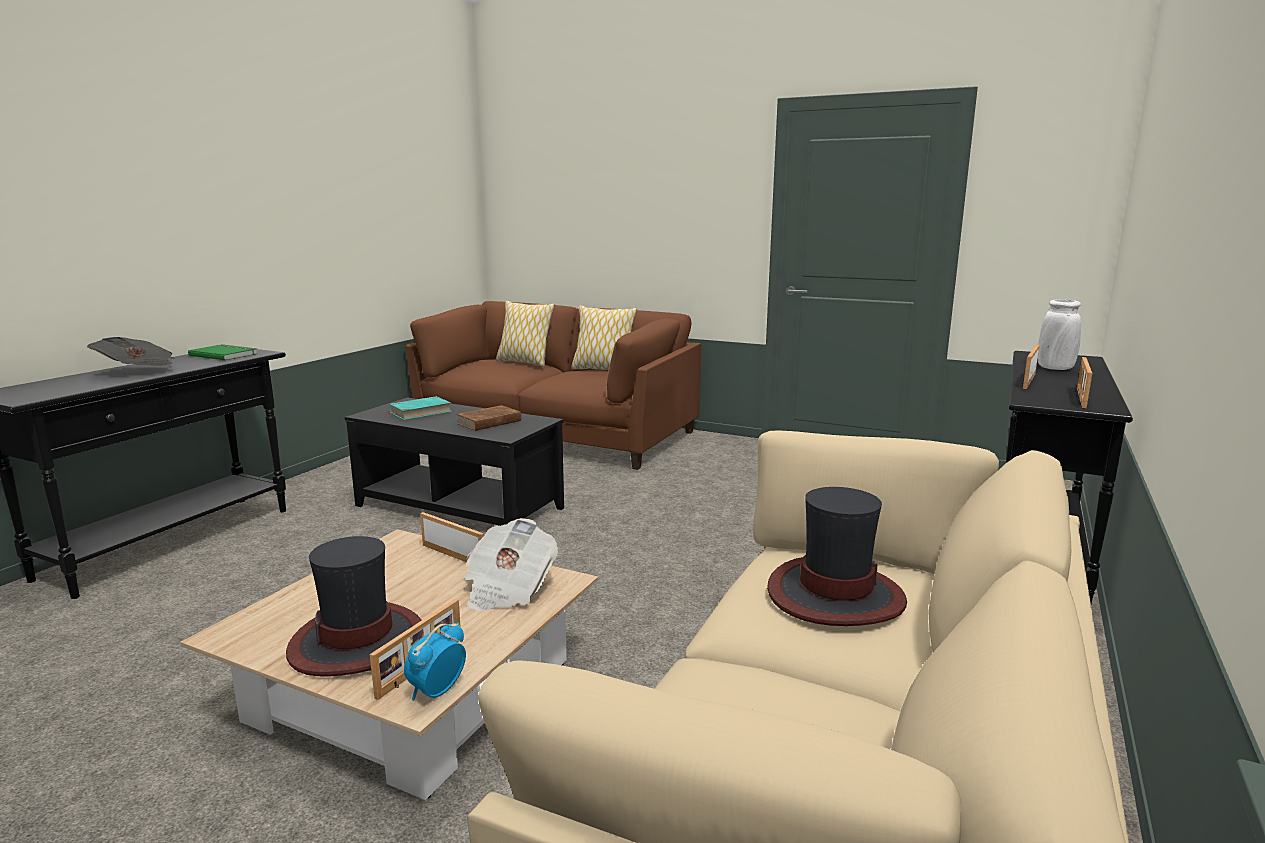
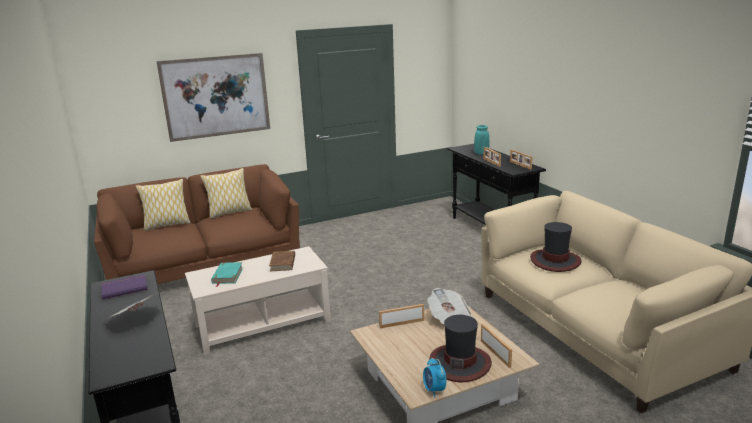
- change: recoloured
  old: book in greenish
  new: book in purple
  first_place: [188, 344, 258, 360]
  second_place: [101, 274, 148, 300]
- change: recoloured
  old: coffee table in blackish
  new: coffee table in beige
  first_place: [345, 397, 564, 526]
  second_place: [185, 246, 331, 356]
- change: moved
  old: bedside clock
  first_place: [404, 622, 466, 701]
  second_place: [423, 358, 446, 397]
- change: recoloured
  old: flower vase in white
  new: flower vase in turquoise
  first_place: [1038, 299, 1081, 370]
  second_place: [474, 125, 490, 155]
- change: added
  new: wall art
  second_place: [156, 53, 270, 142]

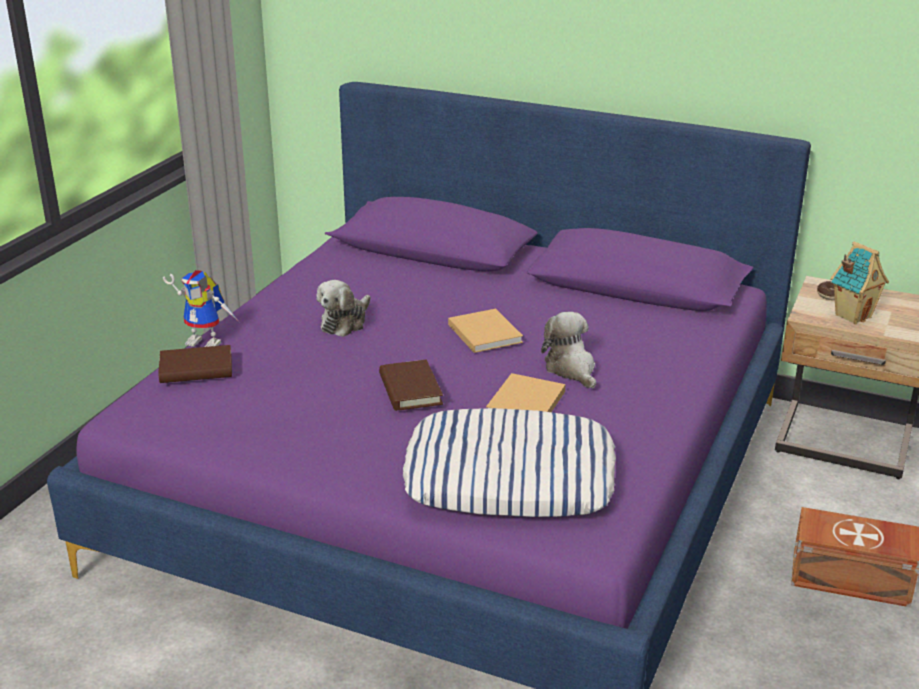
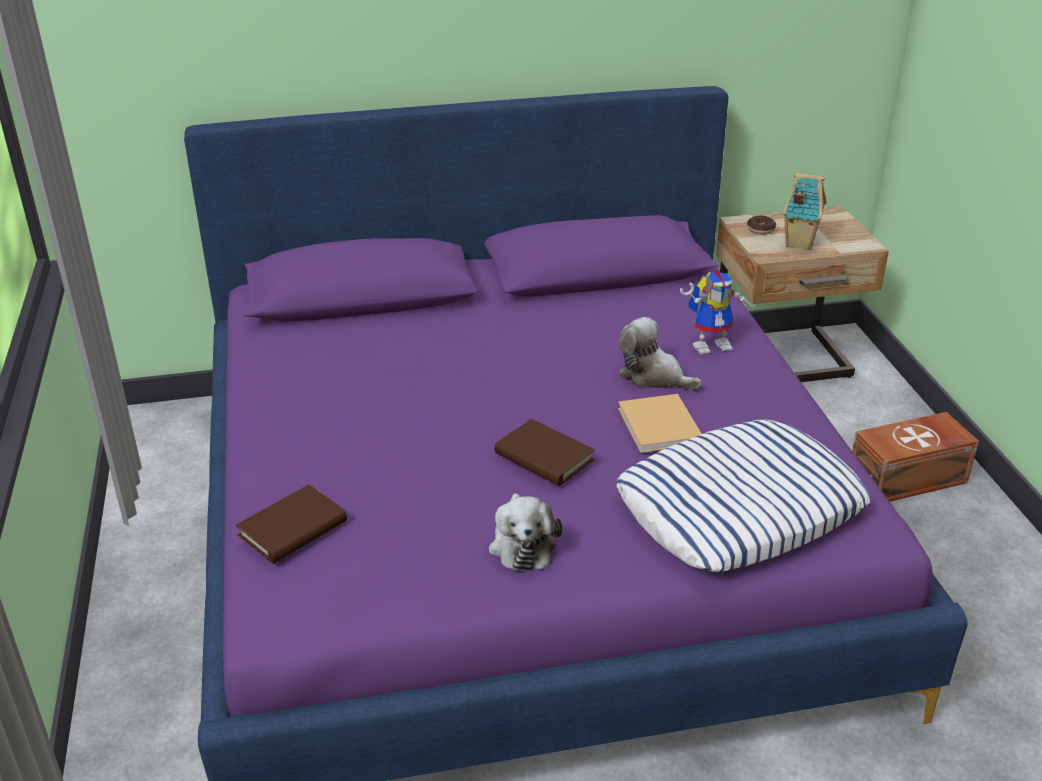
- change: moved
  old: model robot
  first_place: [163, 270, 239, 347]
  second_place: [680, 271, 757, 355]
- change: moved
  old: plush toy
  first_place: [316, 280, 370, 337]
  second_place: [489, 493, 562, 572]
- change: removed
  old: book in beige
  first_place: [448, 309, 523, 353]

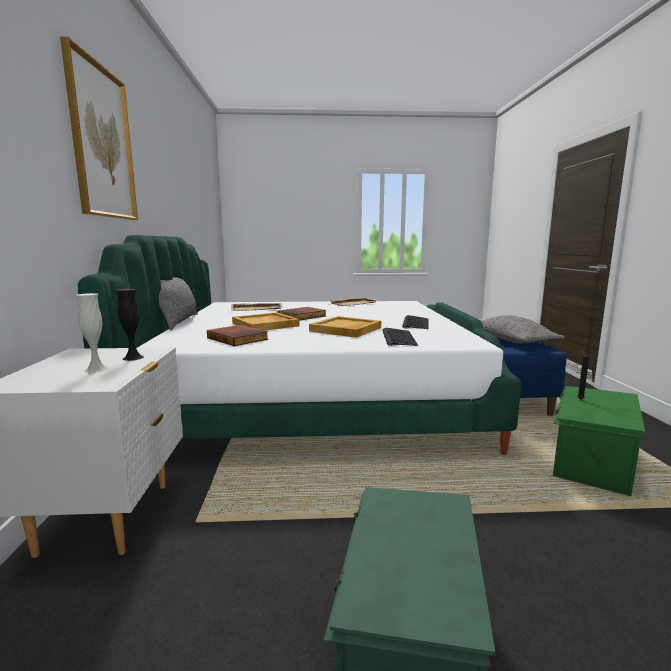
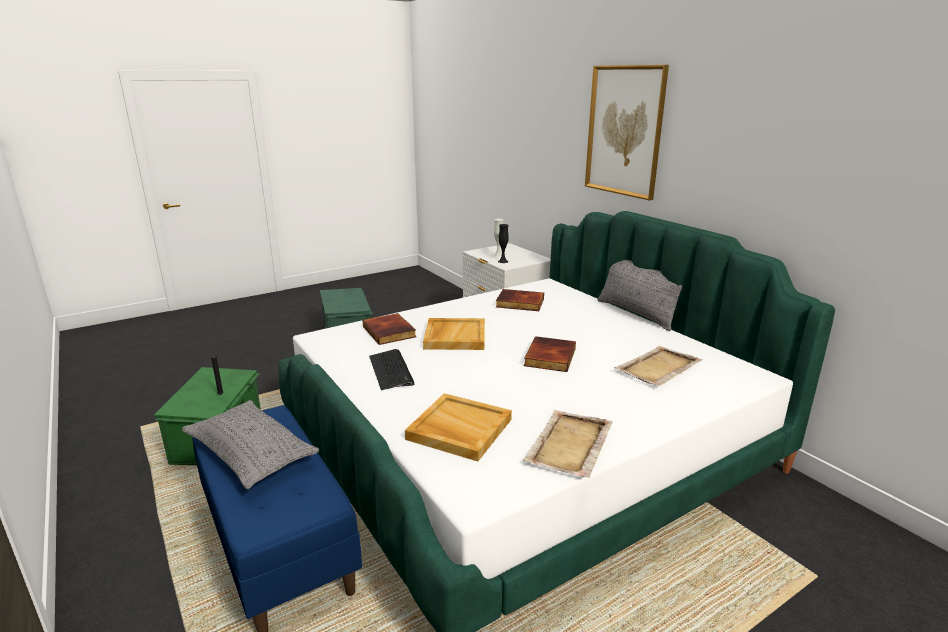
- change: moved
  old: carrying tray in beige
  first_place: [232, 312, 300, 331]
  second_place: [405, 393, 512, 461]
- change: replaced
  old: computer keyboard
  new: book
  first_place: [382, 328, 418, 346]
  second_place: [363, 313, 416, 345]

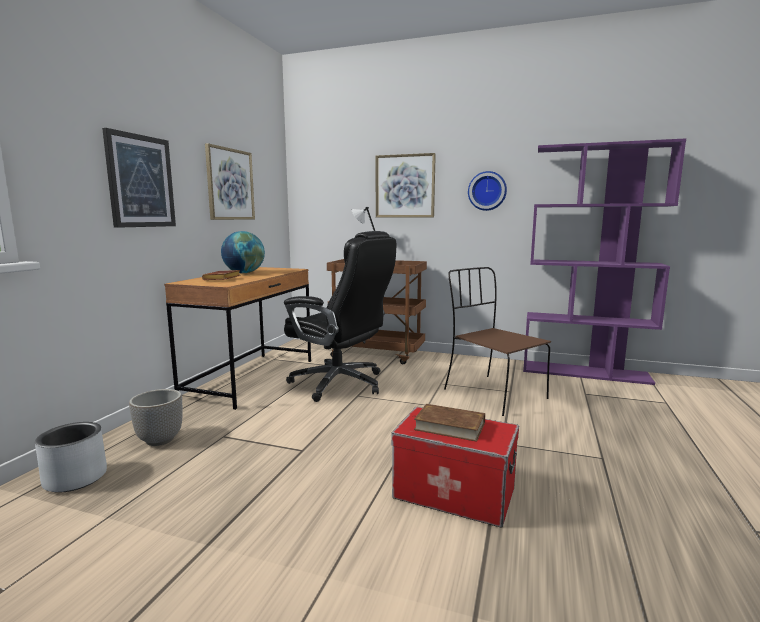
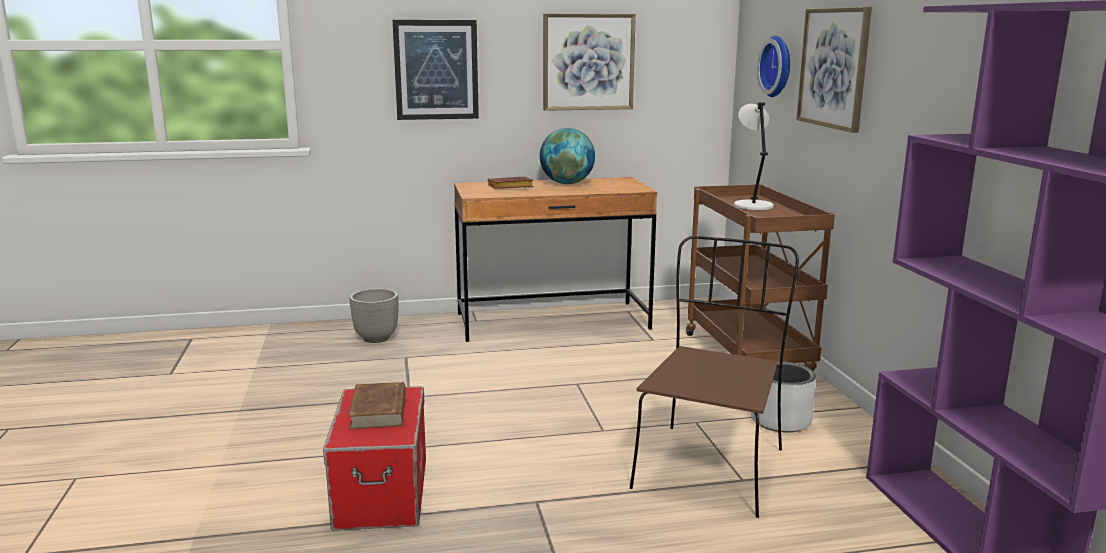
- change: moved
  old: plant pot in gray
  first_place: [35, 422, 107, 493]
  second_place: [751, 361, 816, 432]
- change: removed
  old: computer chair in blackish
  first_place: [284, 231, 396, 402]
- change: moved
  old: wall clock
  first_place: [468, 171, 507, 211]
  second_place: [757, 36, 790, 97]

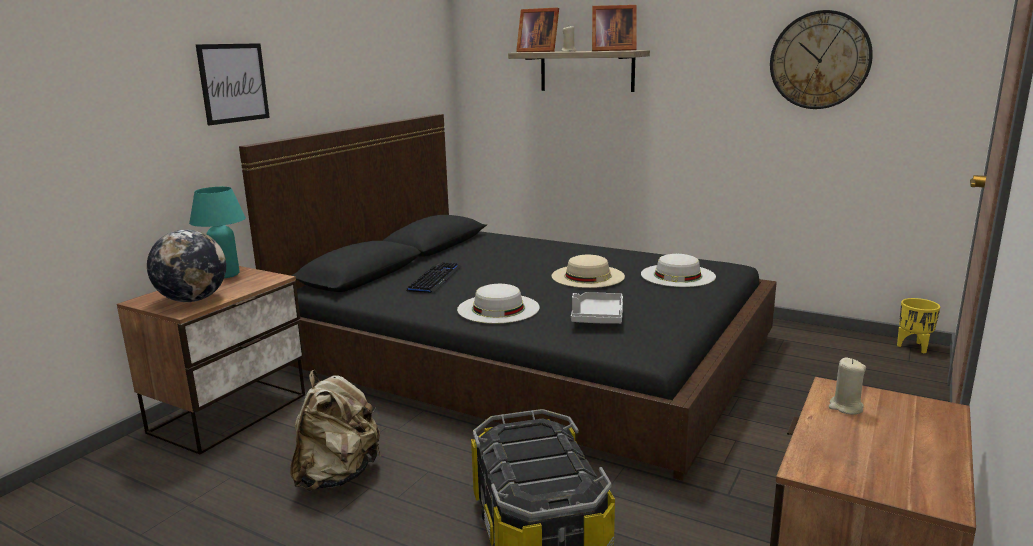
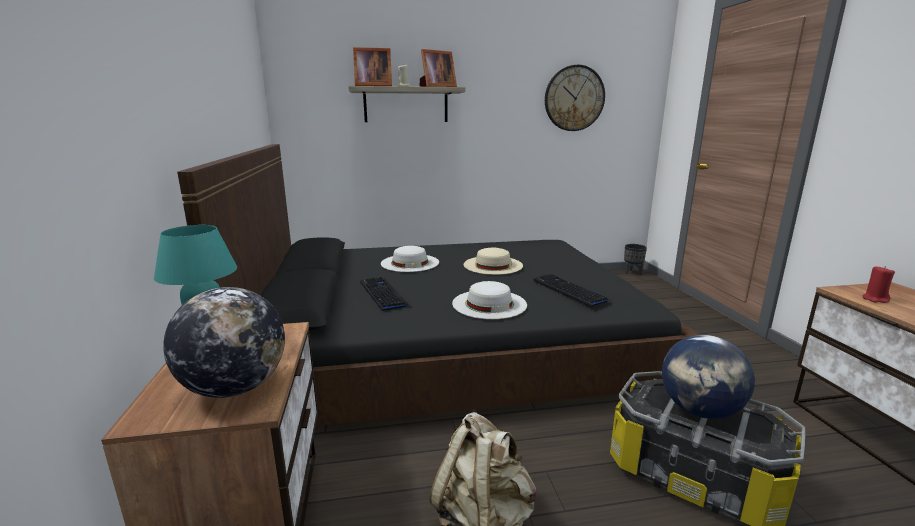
- change: removed
  old: wall art
  first_place: [196, 43, 270, 125]
- change: replaced
  old: carrying tray in gray
  new: computer keyboard
  first_place: [571, 292, 623, 324]
  second_place: [533, 274, 610, 307]
- change: moved
  old: clothing hat in white
  first_place: [641, 254, 716, 287]
  second_place: [381, 246, 439, 272]
- change: recoloured
  old: wax light in beige
  new: wax light in red
  first_place: [829, 357, 866, 414]
  second_place: [862, 266, 895, 303]
- change: recoloured
  old: plant pot in yellow
  new: plant pot in blackish
  first_place: [897, 298, 940, 353]
  second_place: [624, 244, 647, 275]
- change: added
  new: world globe
  second_place: [662, 335, 755, 419]

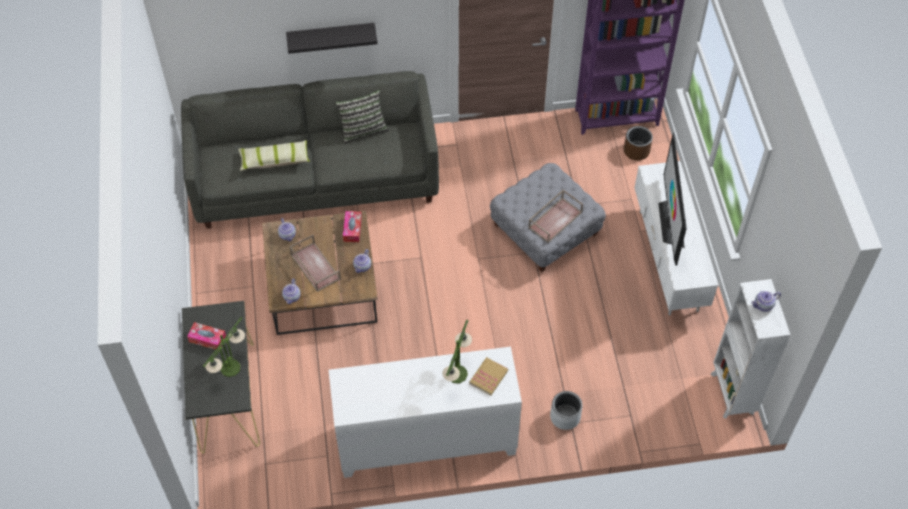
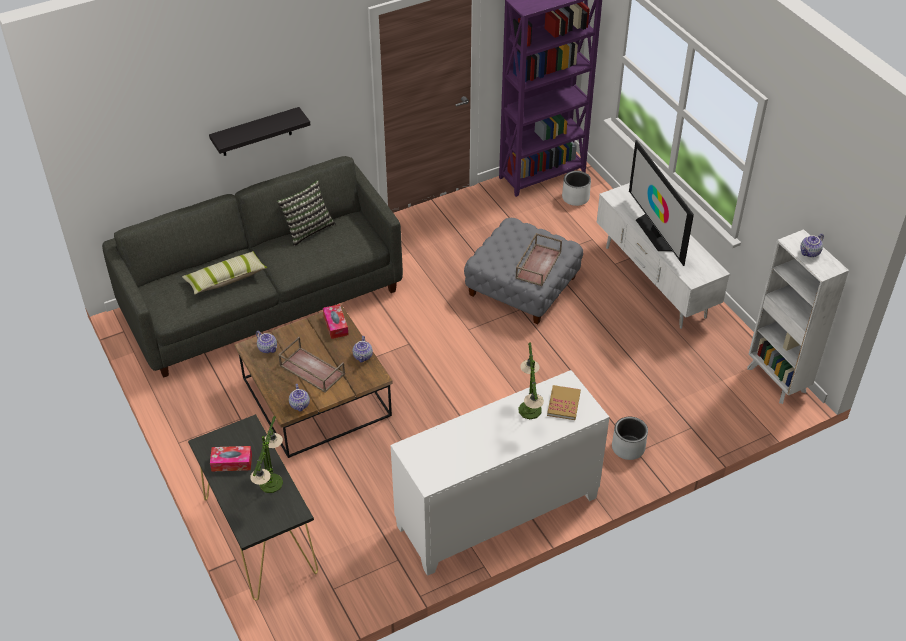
- change: recoloured
  old: plant pot in brown-coloured
  new: plant pot in white
  first_place: [624, 126, 653, 160]
  second_place: [562, 171, 591, 206]

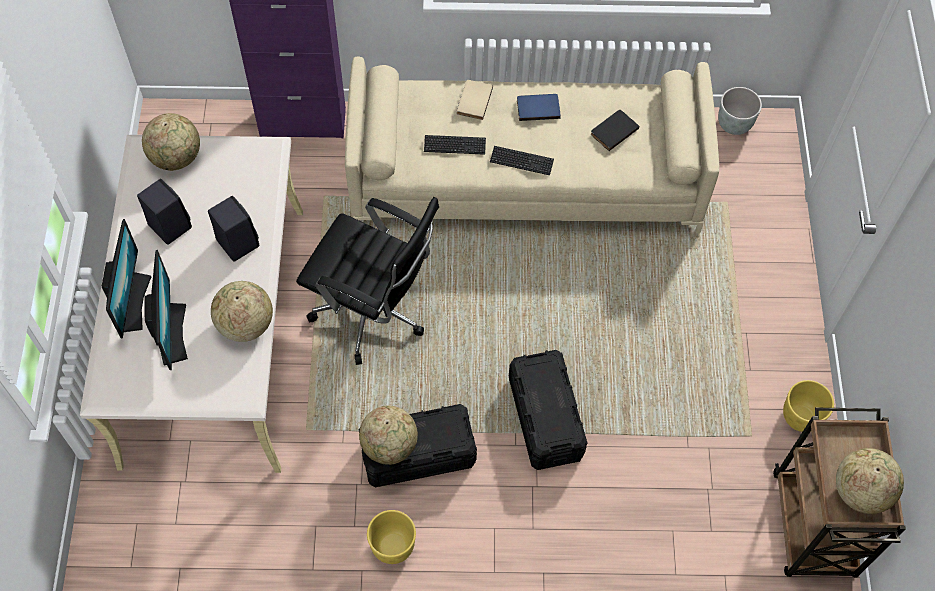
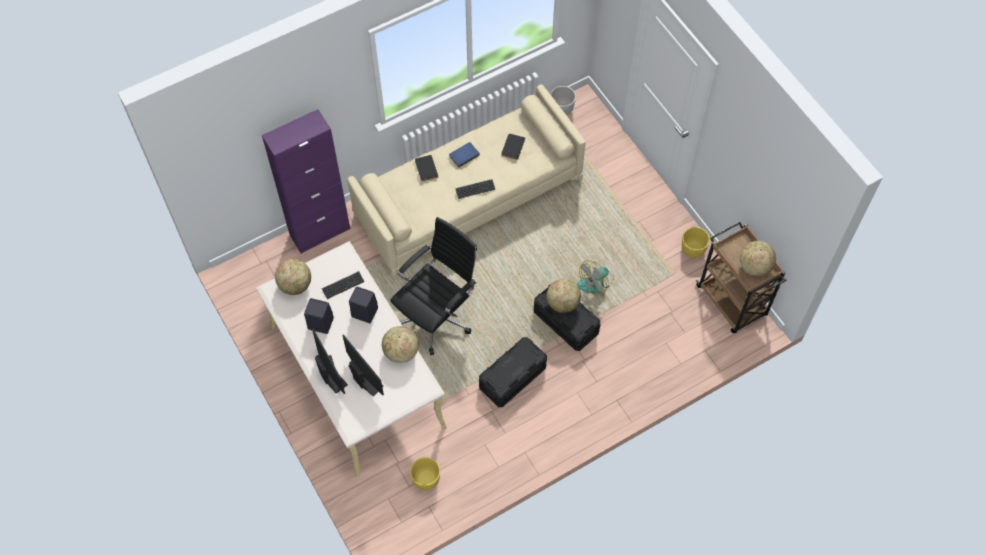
- change: turned
  old: computer chair in blackish
  first_place: [296, 197, 439, 365]
  second_place: [390, 217, 477, 355]
  degrees: -45
- change: moved
  old: world globe
  first_place: [359, 405, 418, 465]
  second_place: [547, 279, 581, 313]
- change: moved
  old: plant pot in yellow
  first_place: [367, 510, 416, 564]
  second_place: [410, 457, 440, 491]
- change: moved
  old: computer keyboard
  first_place: [424, 135, 486, 155]
  second_place: [322, 271, 365, 299]
- change: recoloured
  old: book in beige
  new: book in blackish
  first_place: [457, 80, 493, 120]
  second_place: [415, 155, 438, 181]
- change: added
  new: electric fan
  second_place: [577, 260, 614, 295]

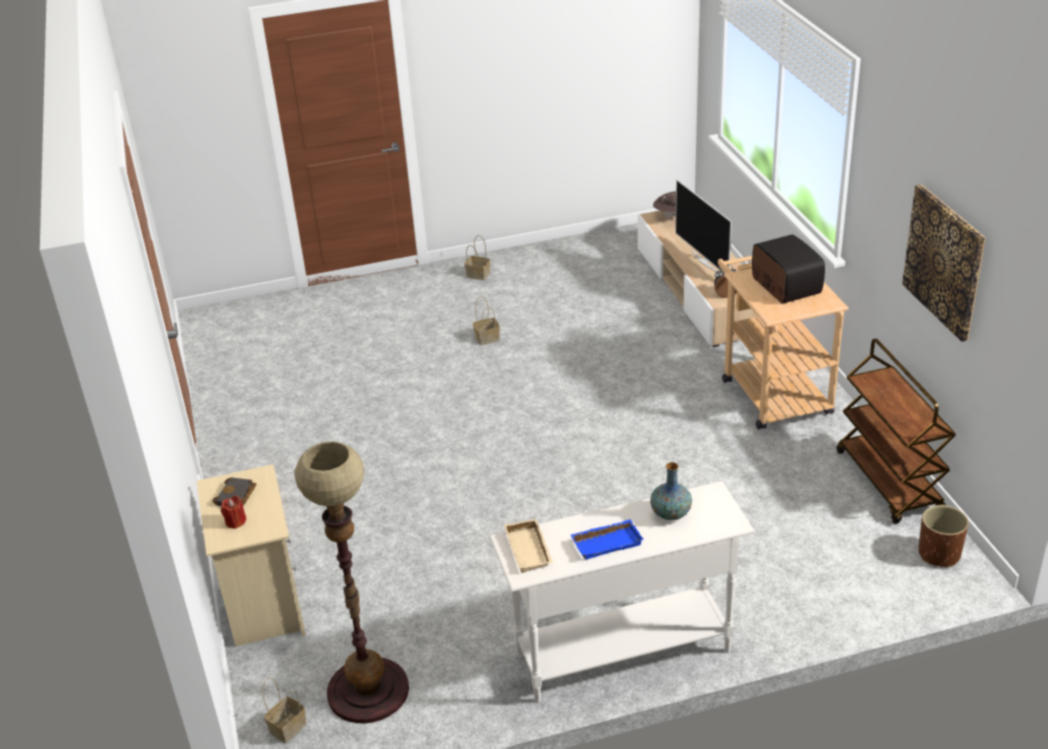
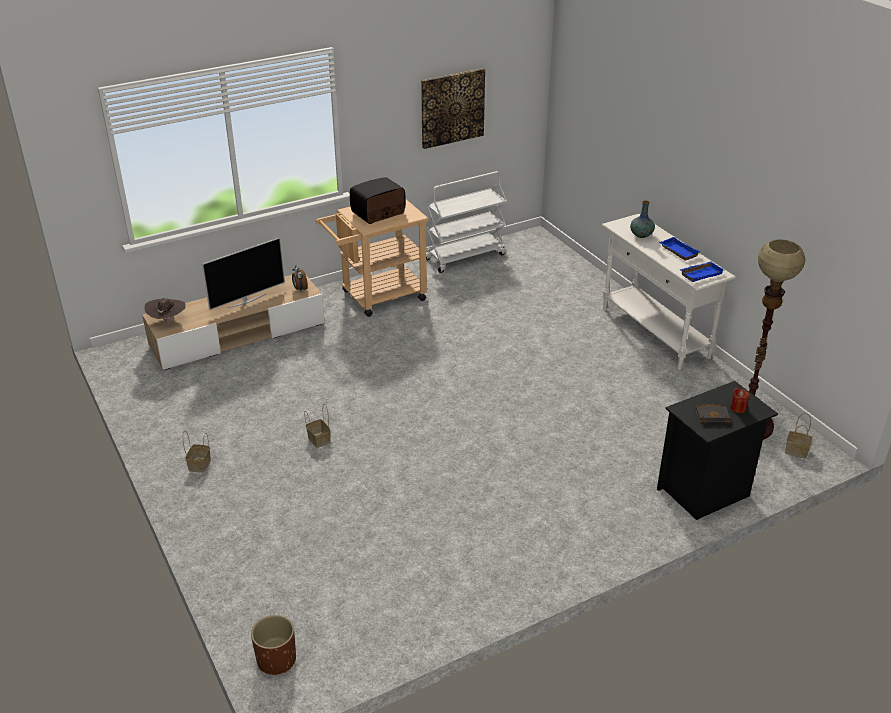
- change: recoloured
  old: nightstand in beige
  new: nightstand in blackish
  first_place: [196, 464, 306, 647]
  second_place: [657, 381, 778, 520]
- change: recoloured
  old: carrying tray in beige
  new: carrying tray in blue-coloured
  first_place: [504, 519, 553, 573]
  second_place: [679, 261, 724, 282]
- change: recoloured
  old: cart in brown-coloured
  new: cart in white
  first_place: [836, 338, 956, 524]
  second_place: [426, 171, 507, 273]
- change: moved
  old: plant pot in brown-coloured
  first_place: [918, 505, 969, 567]
  second_place: [251, 615, 296, 675]

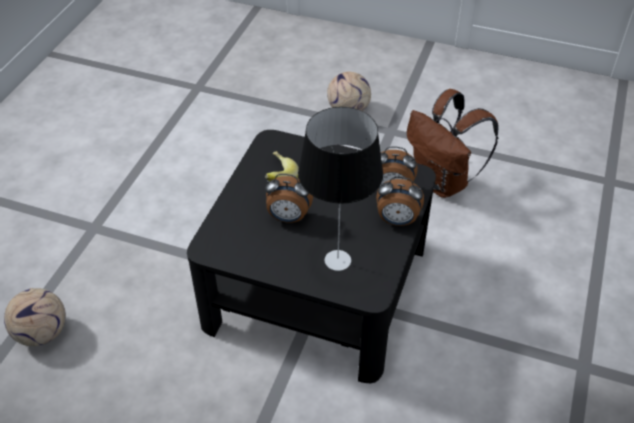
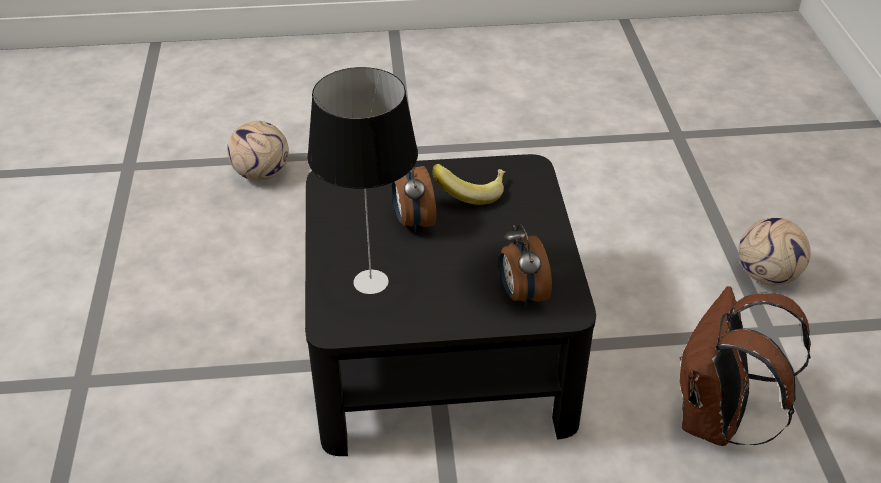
- change: removed
  old: bedside clock
  first_place: [376, 177, 424, 226]

